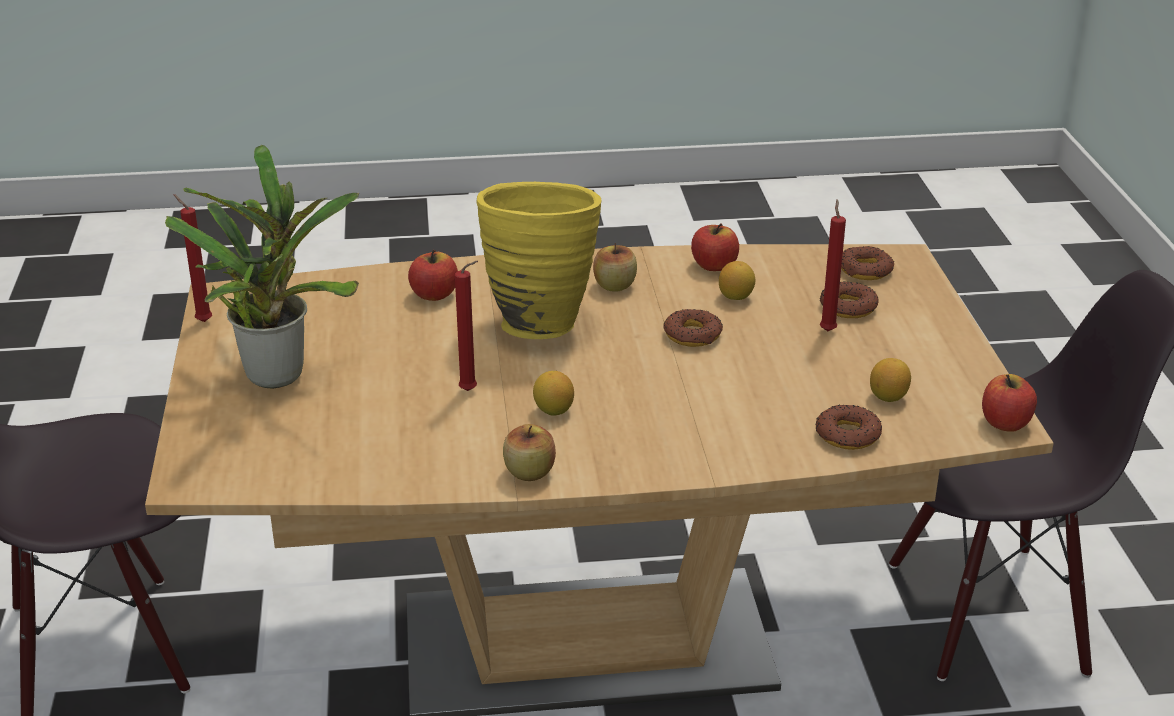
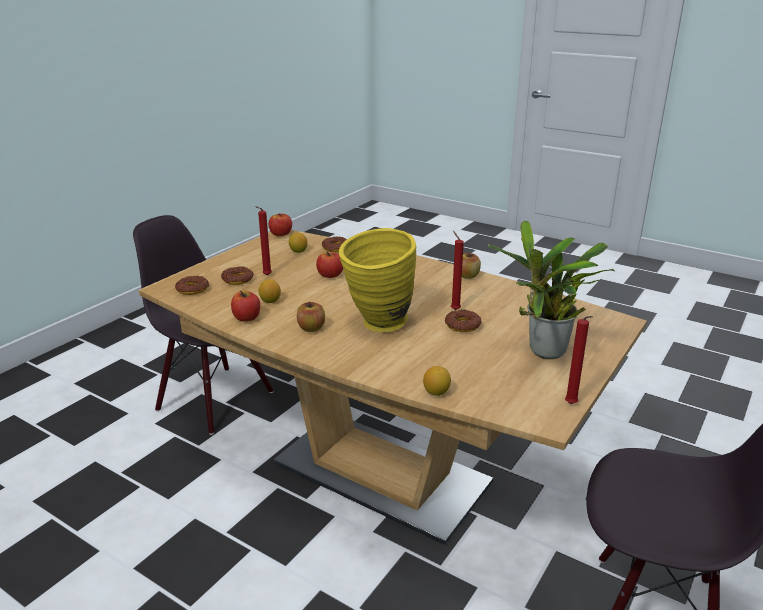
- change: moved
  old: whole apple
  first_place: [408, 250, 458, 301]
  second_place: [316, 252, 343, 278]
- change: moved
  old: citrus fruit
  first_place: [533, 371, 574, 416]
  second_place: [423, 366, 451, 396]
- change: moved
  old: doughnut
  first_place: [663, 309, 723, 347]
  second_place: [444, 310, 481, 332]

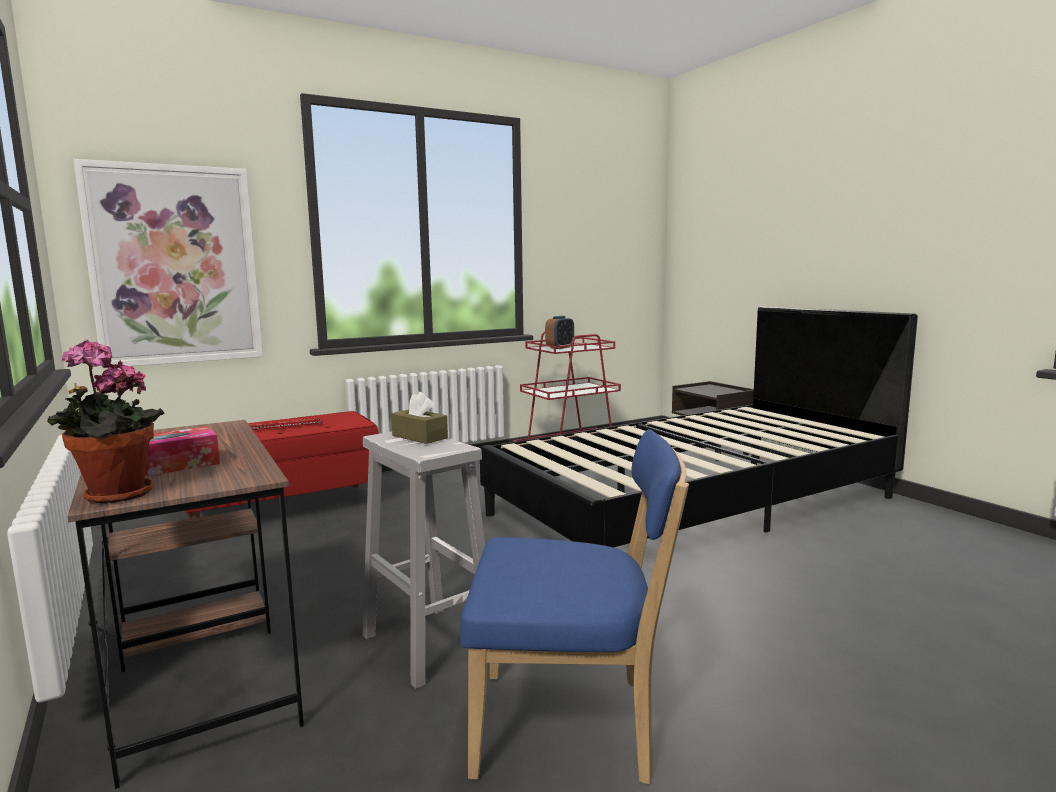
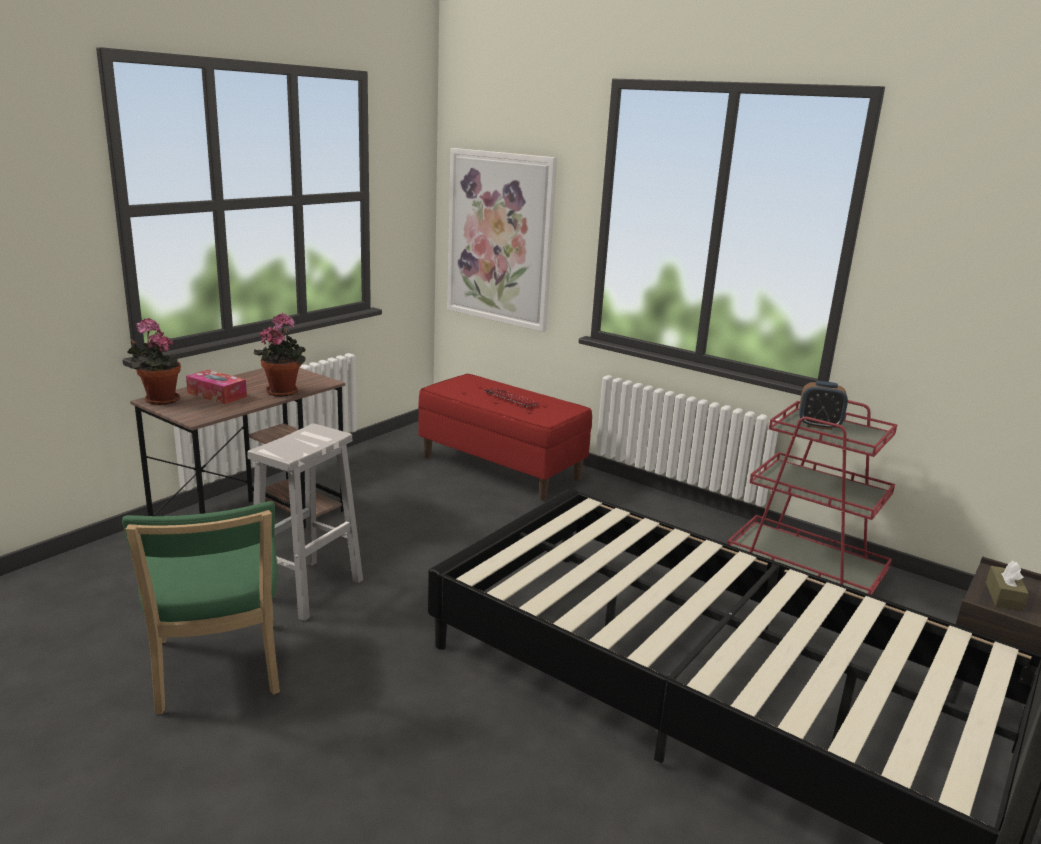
- change: moved
  old: box of tissues in brown-coloured
  first_place: [391, 392, 448, 444]
  second_place: [986, 561, 1029, 611]
- change: recoloured
  old: plain chair in blue-coloured
  new: plain chair in greenish
  first_place: [460, 429, 689, 785]
  second_place: [122, 501, 280, 714]
- change: added
  new: potted plant
  second_place: [254, 313, 306, 397]

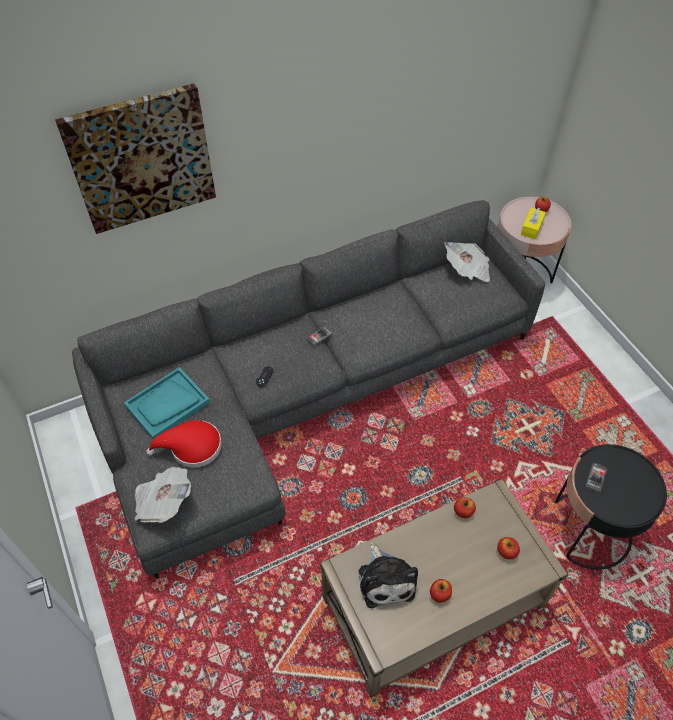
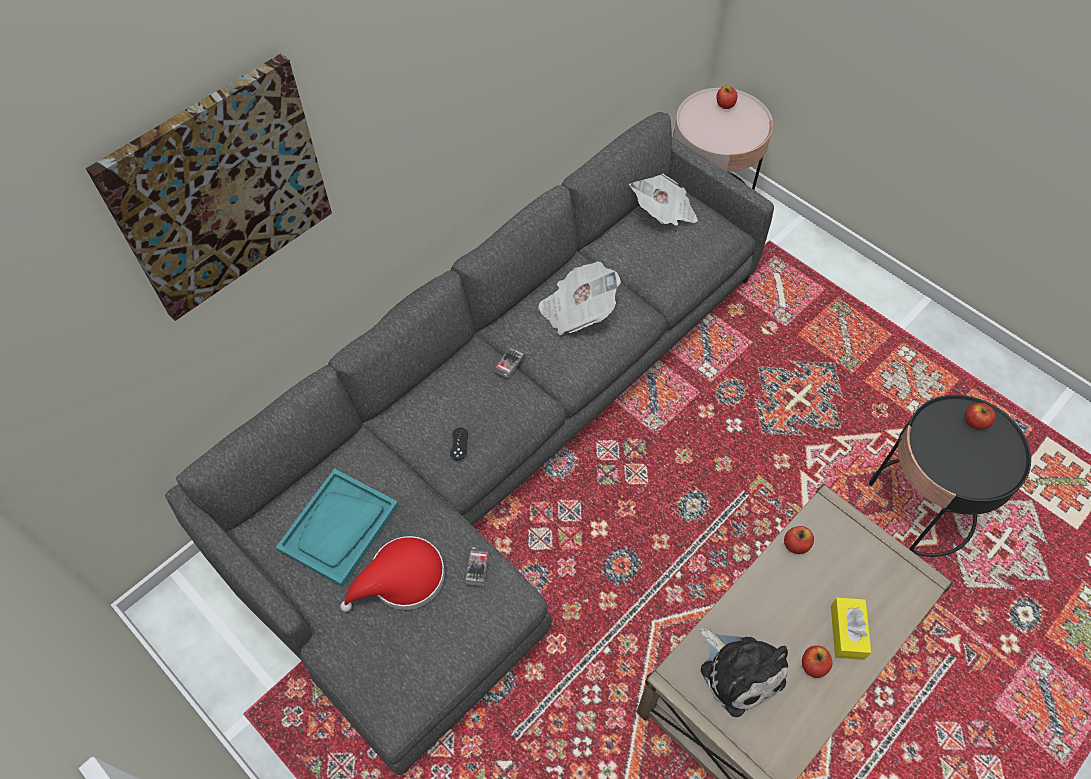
- change: moved
  old: newspaper
  first_place: [135, 466, 191, 523]
  second_place: [538, 261, 621, 335]
- change: moved
  old: whole apple
  first_place: [497, 537, 520, 559]
  second_place: [965, 403, 996, 430]
- change: moved
  old: box of tissues in yellow
  first_place: [521, 208, 546, 239]
  second_place: [831, 597, 871, 660]
- change: moved
  old: handset
  first_place: [585, 463, 607, 492]
  second_place: [464, 546, 490, 587]

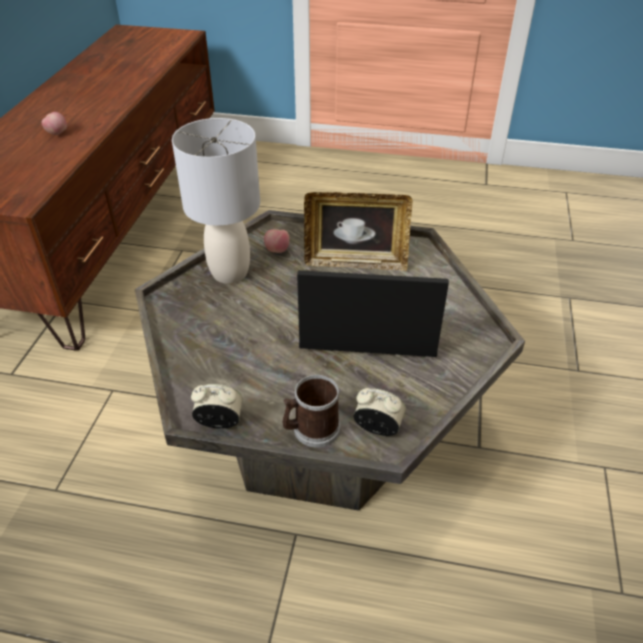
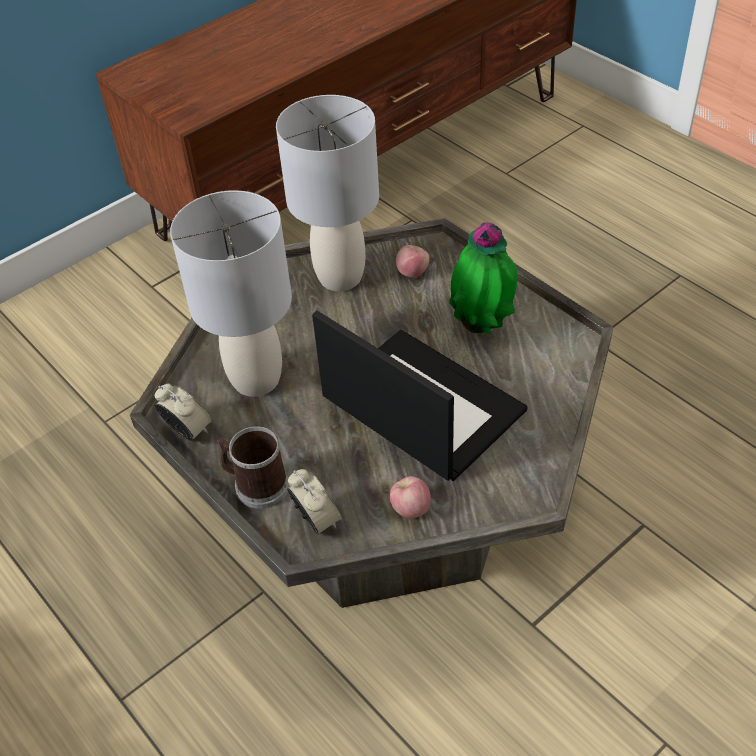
- change: moved
  old: whole apple
  first_place: [42, 112, 67, 135]
  second_place: [390, 476, 431, 518]
- change: replaced
  old: photo frame
  new: potted plant
  first_place: [304, 192, 413, 271]
  second_place: [449, 222, 518, 334]
- change: added
  new: lamp for a table in gray
  second_place: [170, 190, 292, 397]

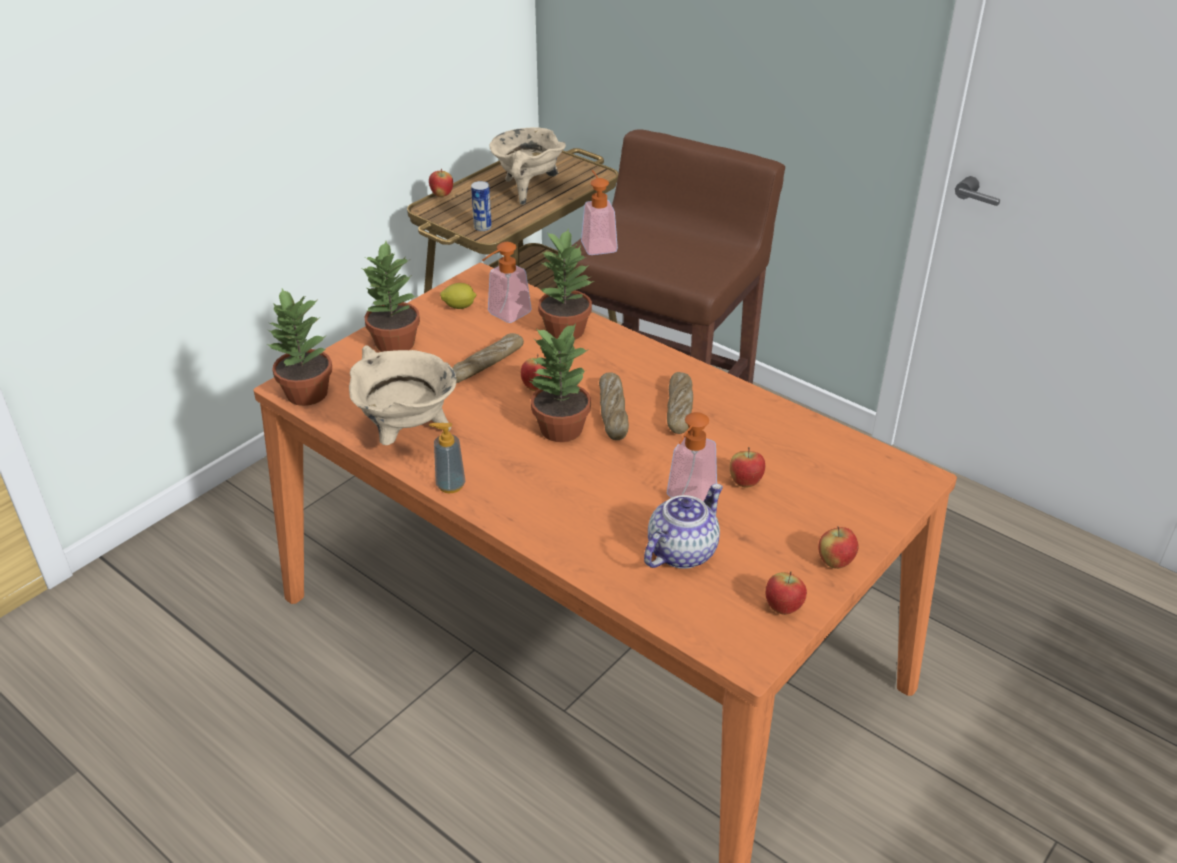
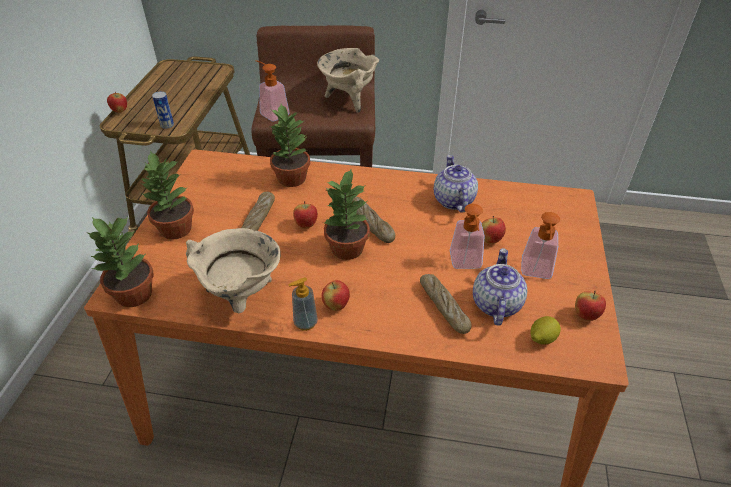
- change: moved
  old: citrus fruit
  first_place: [440, 283, 476, 309]
  second_place: [530, 316, 561, 345]
- change: moved
  old: soap dispenser
  first_place: [482, 242, 532, 323]
  second_place: [521, 212, 560, 279]
- change: moved
  old: stockpot in beige
  first_place: [489, 127, 566, 205]
  second_place: [317, 48, 379, 113]
- change: moved
  old: bakery bread
  first_place: [667, 372, 693, 434]
  second_place: [420, 274, 471, 334]
- change: moved
  old: whole apple
  first_place: [818, 526, 858, 569]
  second_place: [322, 280, 350, 311]
- change: added
  new: pot for tea
  second_place: [434, 155, 478, 213]

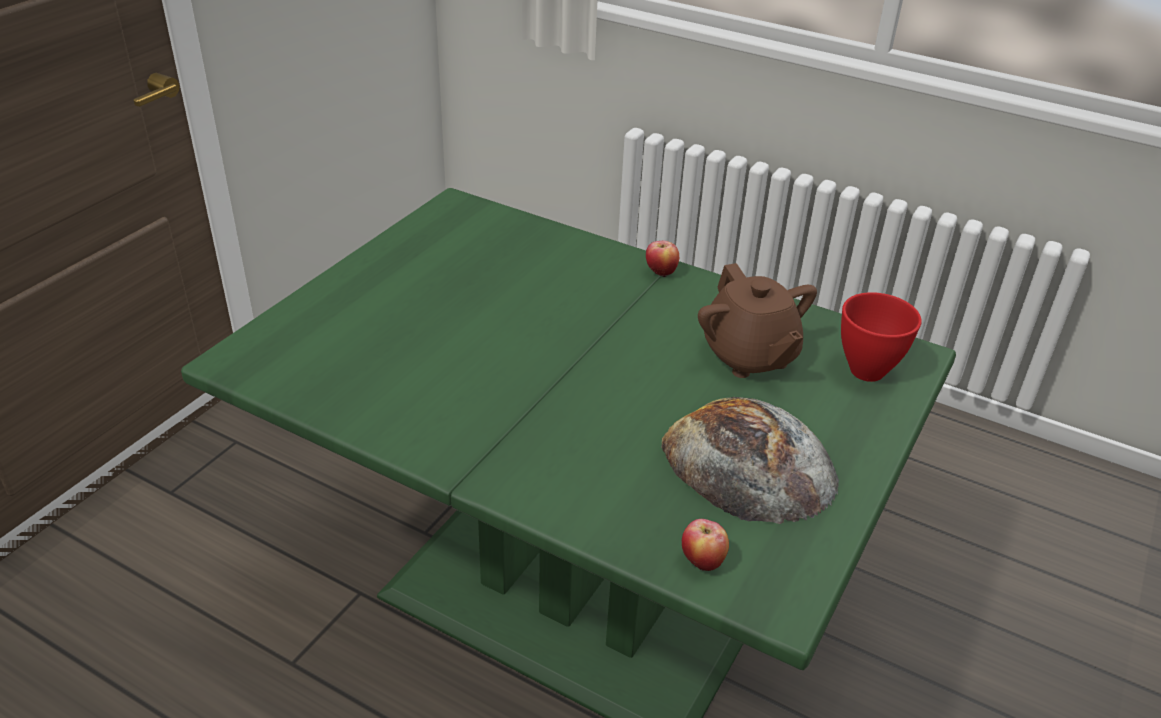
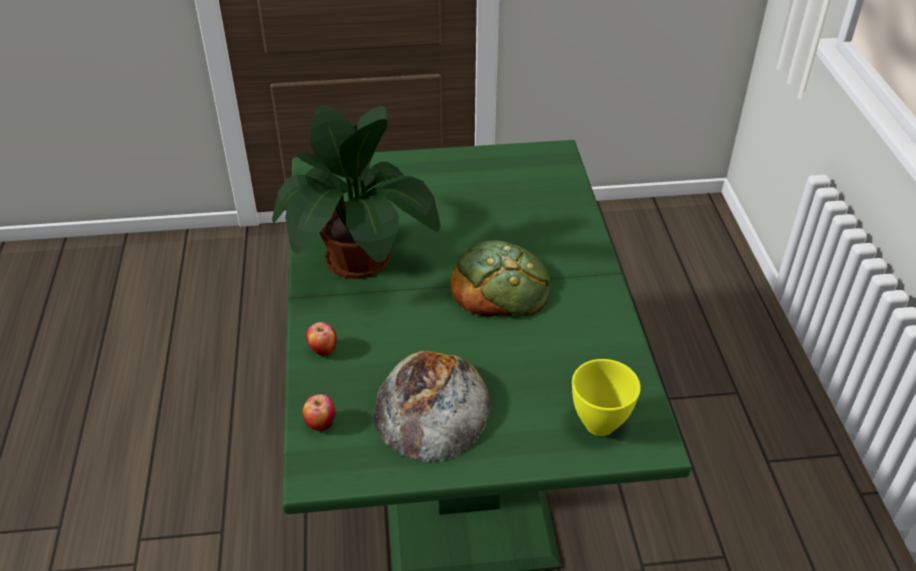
- change: moved
  old: whole apple
  first_place: [646, 241, 679, 277]
  second_place: [306, 322, 337, 356]
- change: removed
  old: pot for tea in brown-coloured
  first_place: [698, 263, 817, 378]
- change: recoloured
  old: bowl in red
  new: bowl in yellow
  first_place: [841, 292, 922, 382]
  second_place: [572, 359, 641, 436]
- change: added
  new: potted plant
  second_place: [272, 105, 441, 279]
- change: added
  new: bakery bread
  second_place: [450, 240, 550, 317]

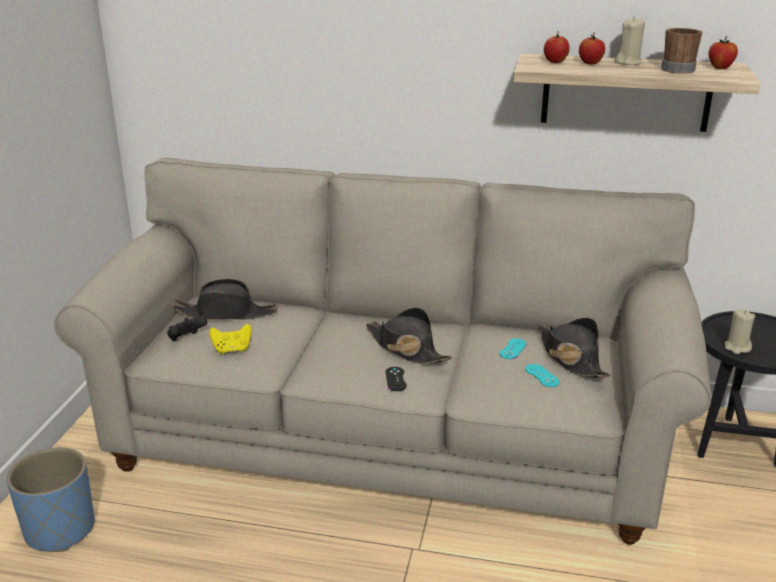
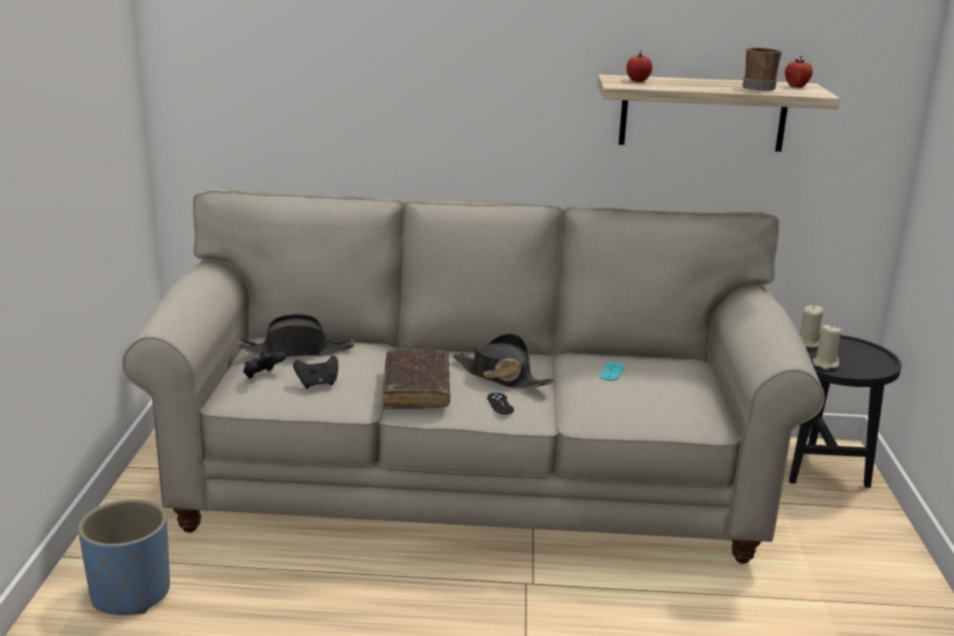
- change: recoloured
  old: joypad in yellow
  new: joypad in blackish
  first_place: [209, 324, 252, 354]
  second_place: [293, 355, 338, 389]
- change: removed
  old: joypad in turquoise
  first_place: [525, 364, 560, 387]
- change: removed
  old: clothing hat in blackish
  first_place: [539, 318, 611, 378]
- change: removed
  old: whole apple
  first_place: [579, 32, 605, 64]
- change: moved
  old: wax light in beige
  first_place: [615, 16, 645, 65]
  second_place: [799, 305, 823, 348]
- change: added
  new: book in brown-coloured
  second_place: [382, 349, 450, 409]

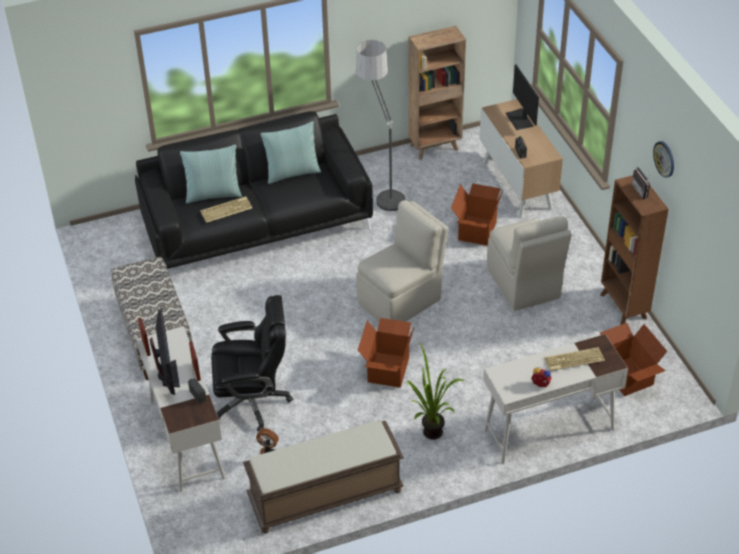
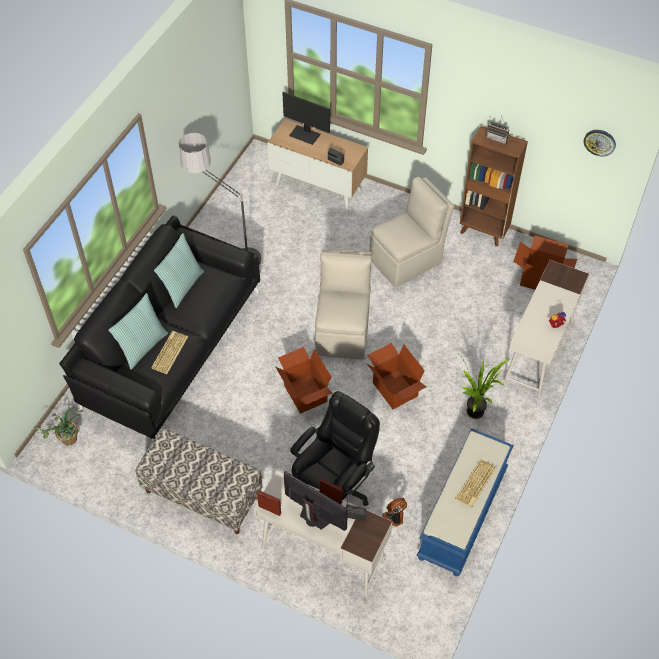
- change: recoloured
  old: bench in brown-coloured
  new: bench in blue-coloured
  first_place: [243, 420, 404, 534]
  second_place: [417, 428, 514, 576]
- change: removed
  old: bookshelf in brown-coloured
  first_place: [408, 26, 466, 160]
- change: moved
  old: carton
  first_place: [451, 183, 503, 246]
  second_place: [275, 347, 332, 413]
- change: turned
  old: plain chair in beige
  first_place: [487, 216, 572, 311]
  second_place: [369, 177, 454, 287]
  degrees: -60
- change: moved
  old: computer keyboard
  first_place: [544, 347, 605, 371]
  second_place: [455, 459, 497, 507]
- change: moved
  old: wall clock
  first_place: [653, 141, 674, 178]
  second_place: [584, 130, 616, 156]
- change: added
  new: potted plant
  second_place: [35, 407, 82, 445]

